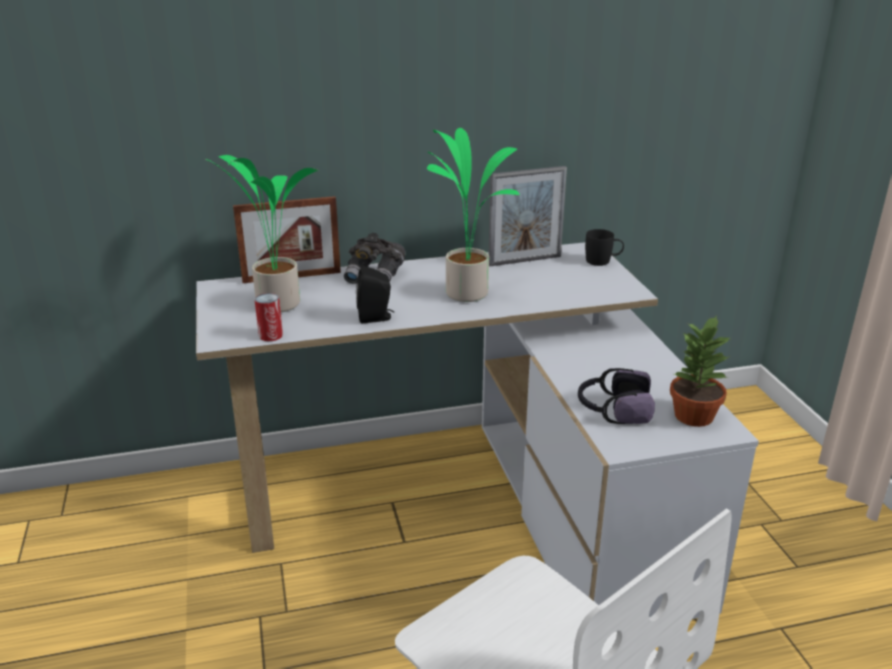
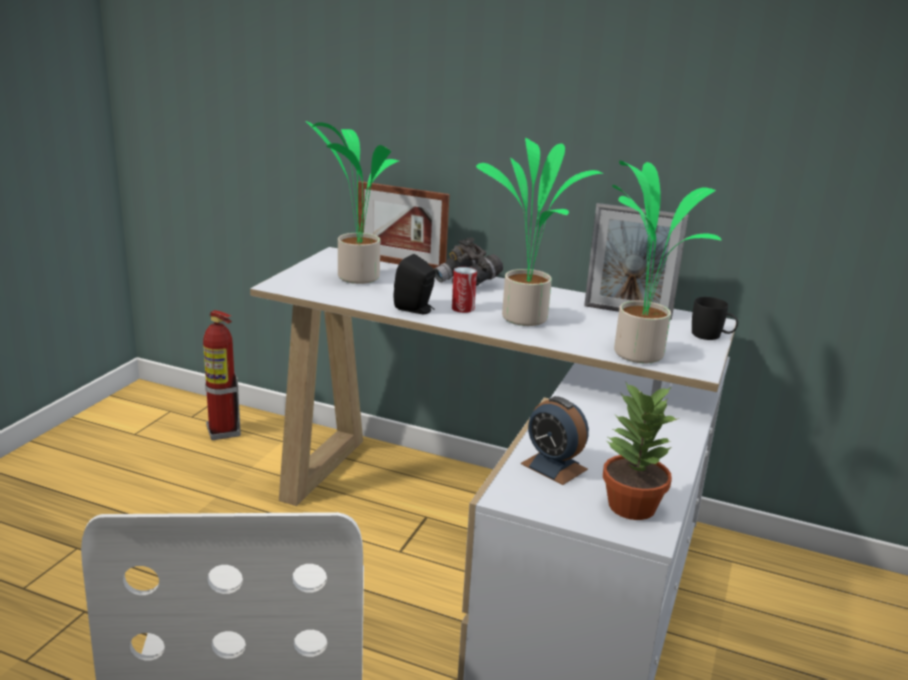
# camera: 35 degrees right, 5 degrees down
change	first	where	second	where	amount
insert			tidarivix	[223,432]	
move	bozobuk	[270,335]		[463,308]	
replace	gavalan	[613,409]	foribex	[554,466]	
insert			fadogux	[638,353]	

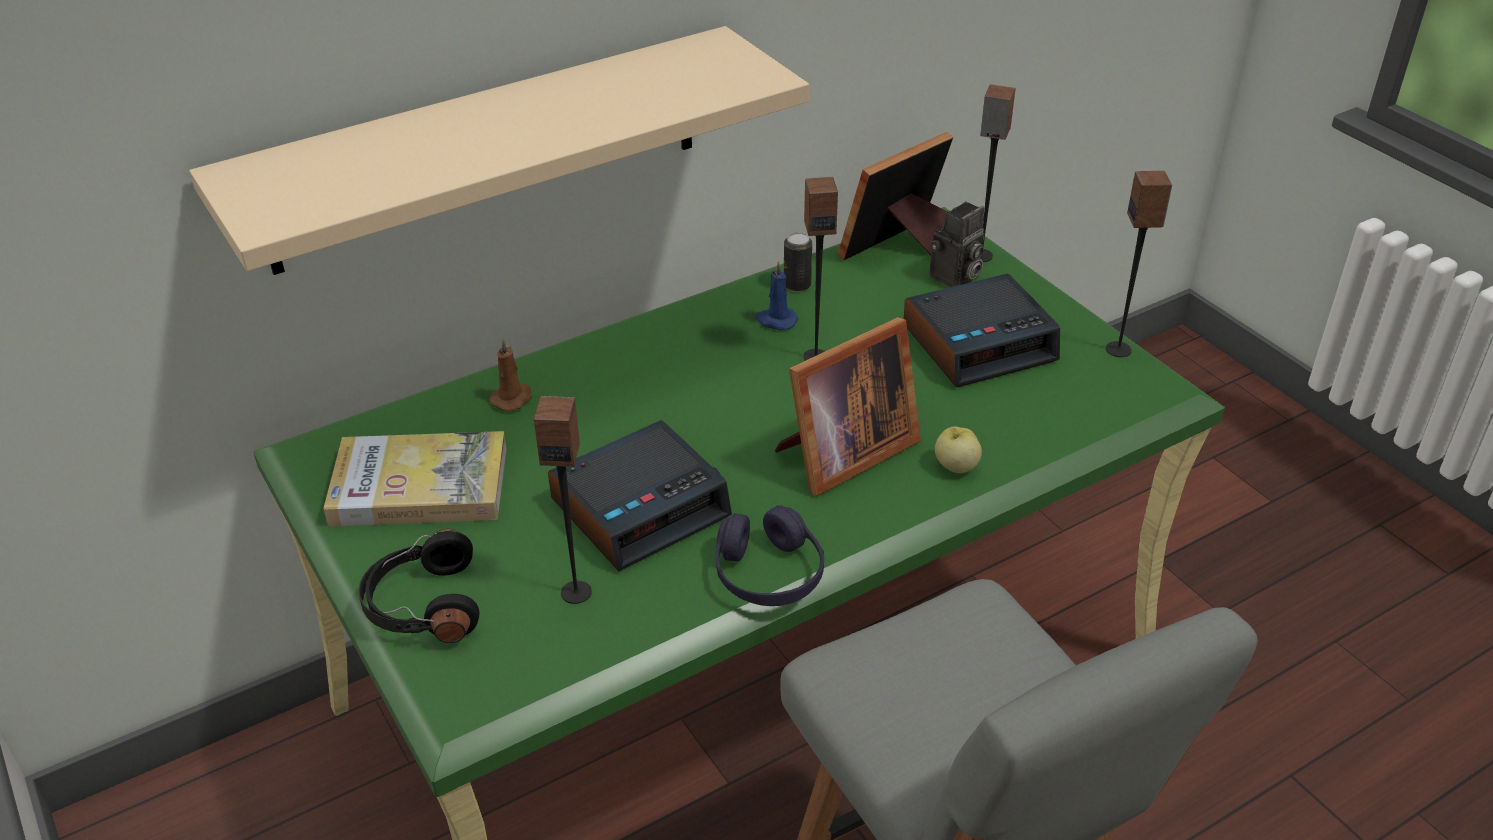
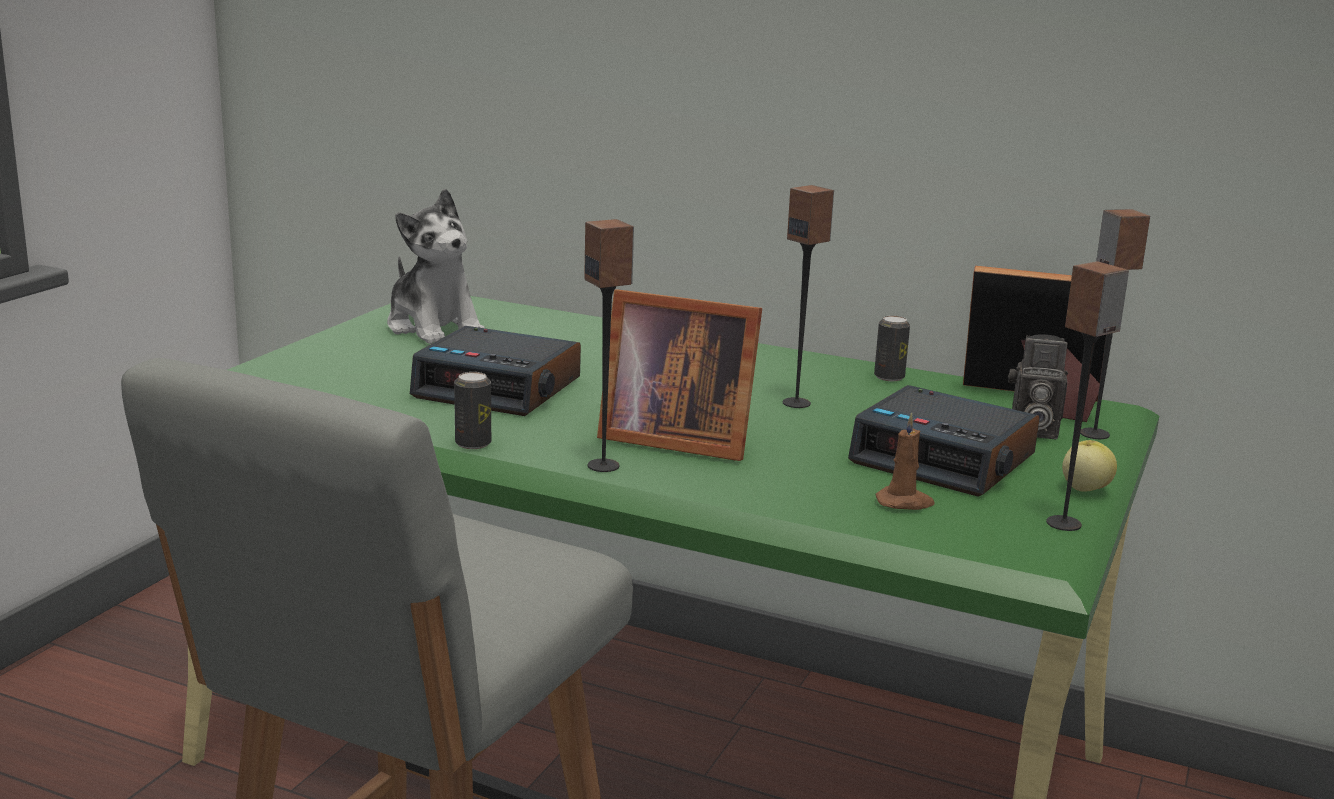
# camera: 55 degrees right, 20 degrees down
change	first	where	second	where	amount
replace	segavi	[419,486]	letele	[434,327]	
replace	purple_gavalan	[768,574]	bozobuk	[473,443]	
move	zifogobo	[576,592]		[604,466]	
move	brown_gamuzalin	[513,398]		[905,502]	
move	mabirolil	[955,466]		[1084,489]	
delete	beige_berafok	[487,150]			
delete	black_gavalan	[422,606]			
delete	blue_gamuzalin	[775,320]			

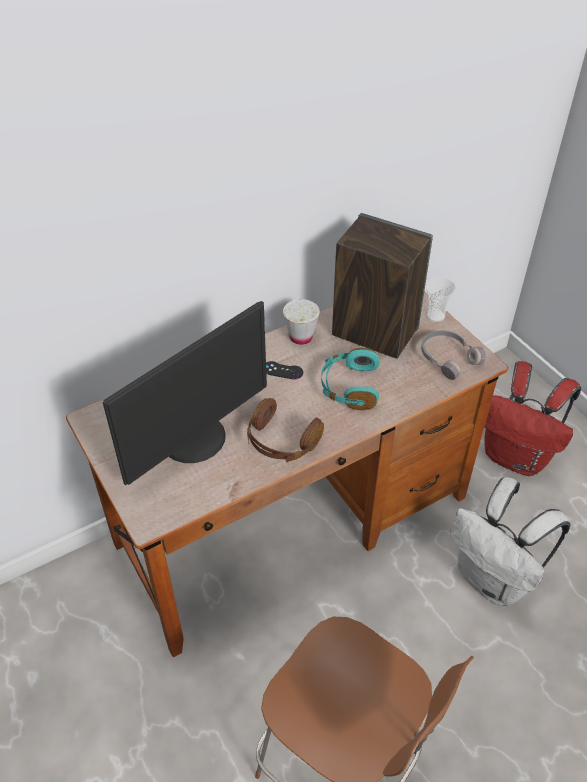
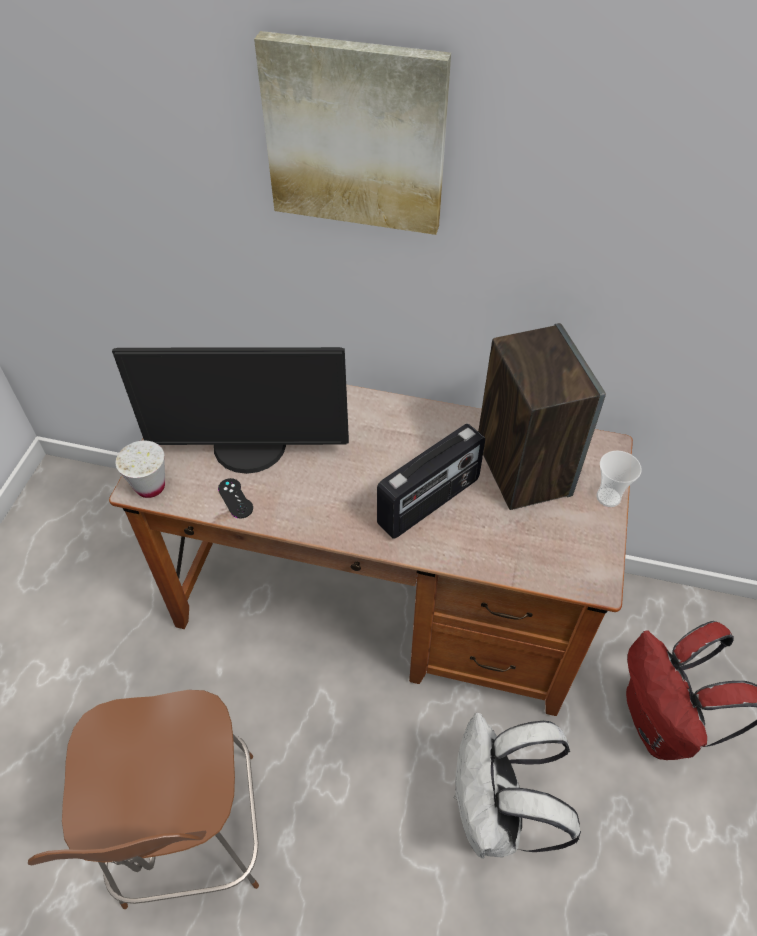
# camera: 45 degrees right, 5 degrees up
change	first	where	second	where	amount
move	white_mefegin	[301,337]		[150,486]	
move	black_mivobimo	[282,370]		[235,498]	
insert			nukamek	[356,135]	
replace	turquoise_gavalan	[349,387]	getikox	[430,502]	
delete	brown_gavalan	[281,442]			
delete	grey_gavalan	[448,358]			

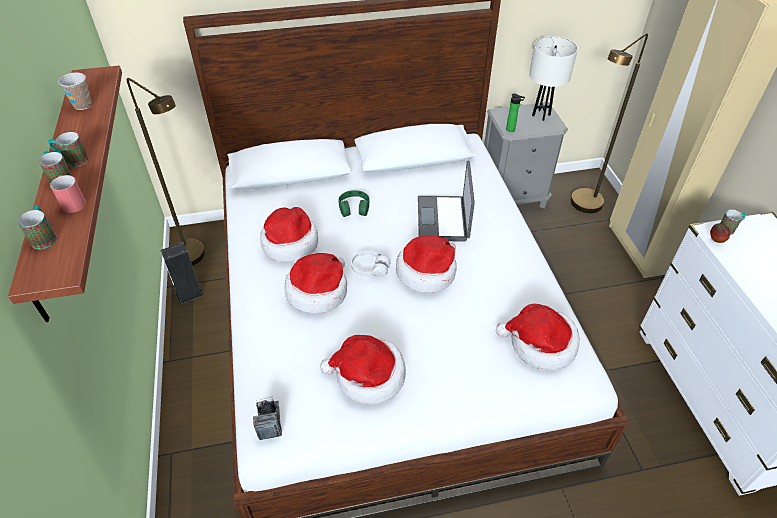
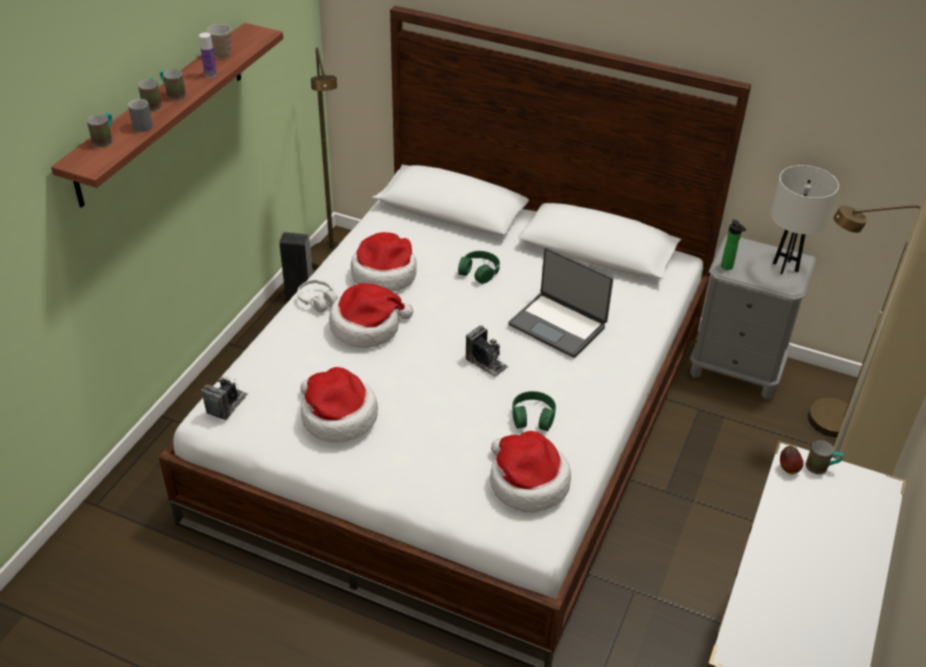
# camera: 35 degrees right, 5 degrees down
change	first	where	second	where	amount
recolor	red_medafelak	[72,202]	grey_medafelak	[144,123]	
insert			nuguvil	[210,74]	
move	white_gavalan	[370,269]		[318,301]	
replace	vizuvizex	[427,271]	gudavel	[486,362]	
rotate	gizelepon	[444,219]		[558,325]	90 degrees counterclockwise
insert			green_gavalan	[533,416]	

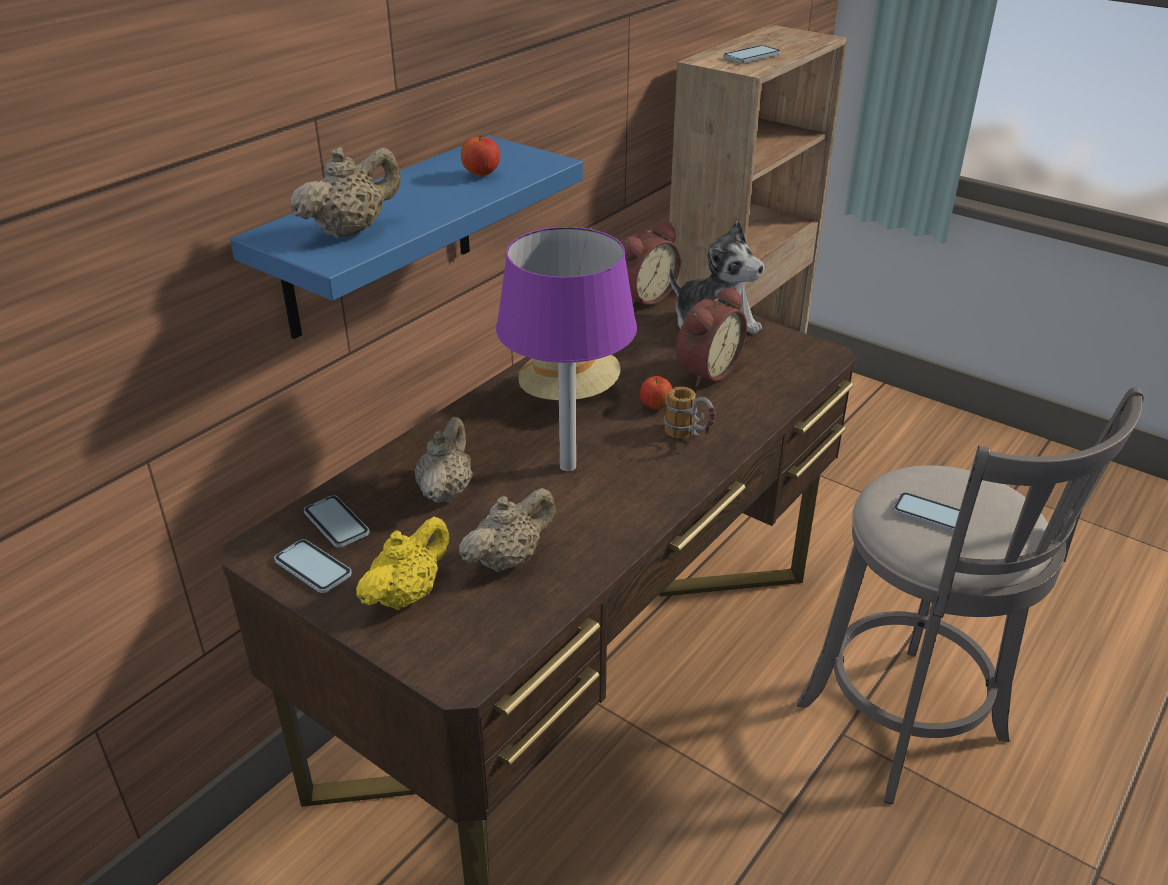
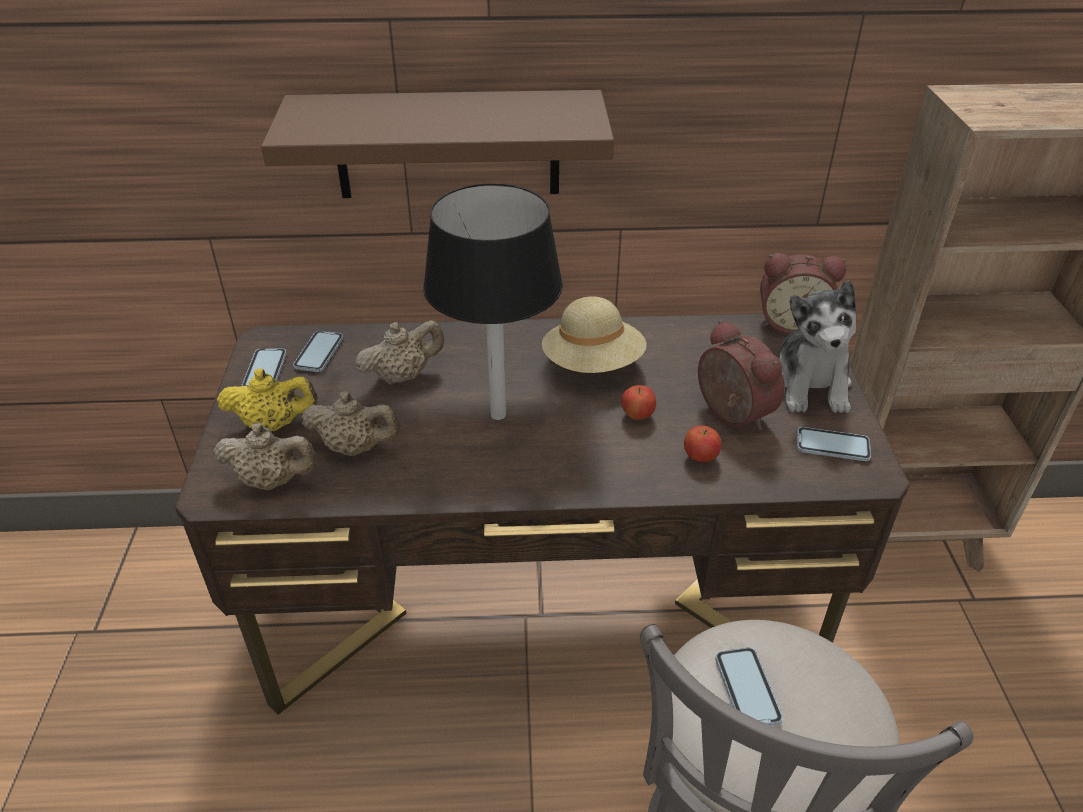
# camera: 50 degrees right, 5 degrees up
change	first	where	second	where	amount
move	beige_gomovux	[351,230]		[273,481]	
recolor	blue_berafok	[379,237]	brown_berafok	[447,145]	
recolor	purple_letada	[568,466]	black_letada	[498,415]	
move	mabirolil	[481,174]		[700,457]	
rotate	foribex	[704,371]		[729,414]	120 degrees counterclockwise
move	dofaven	[751,56]		[832,446]	
delete	medafelak	[689,436]			

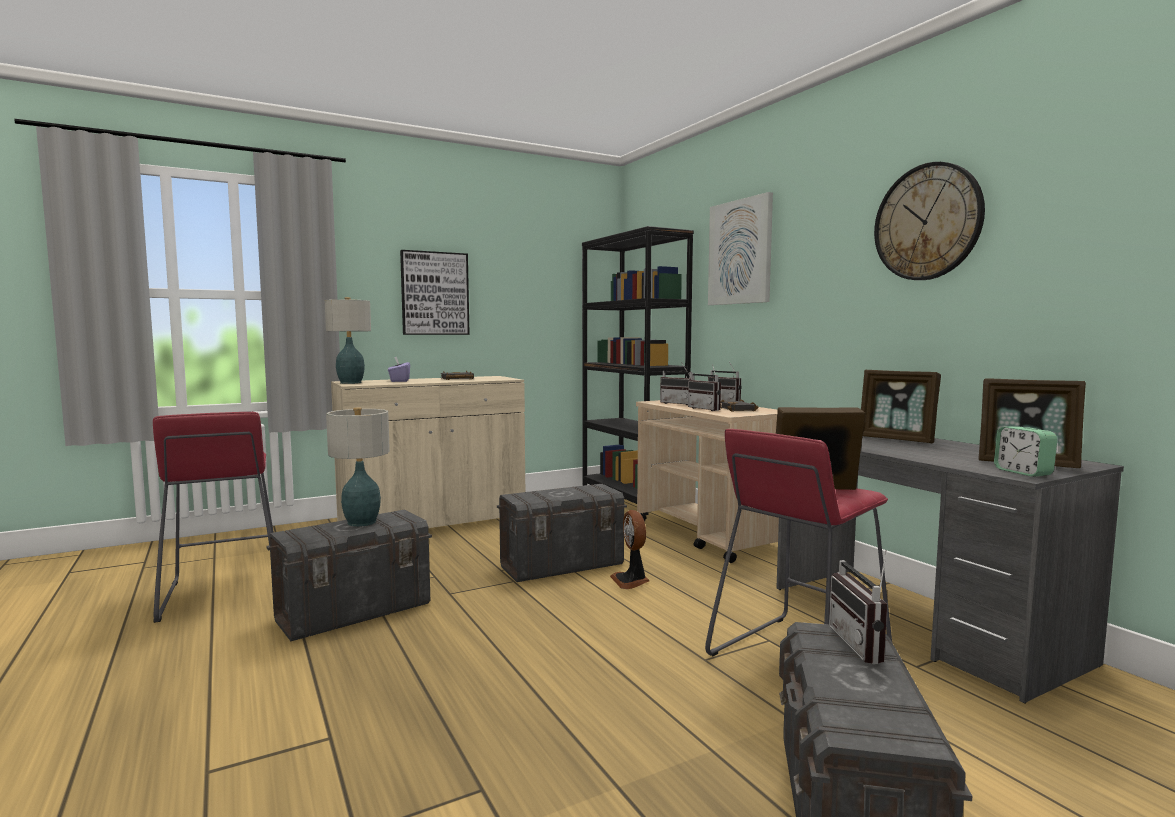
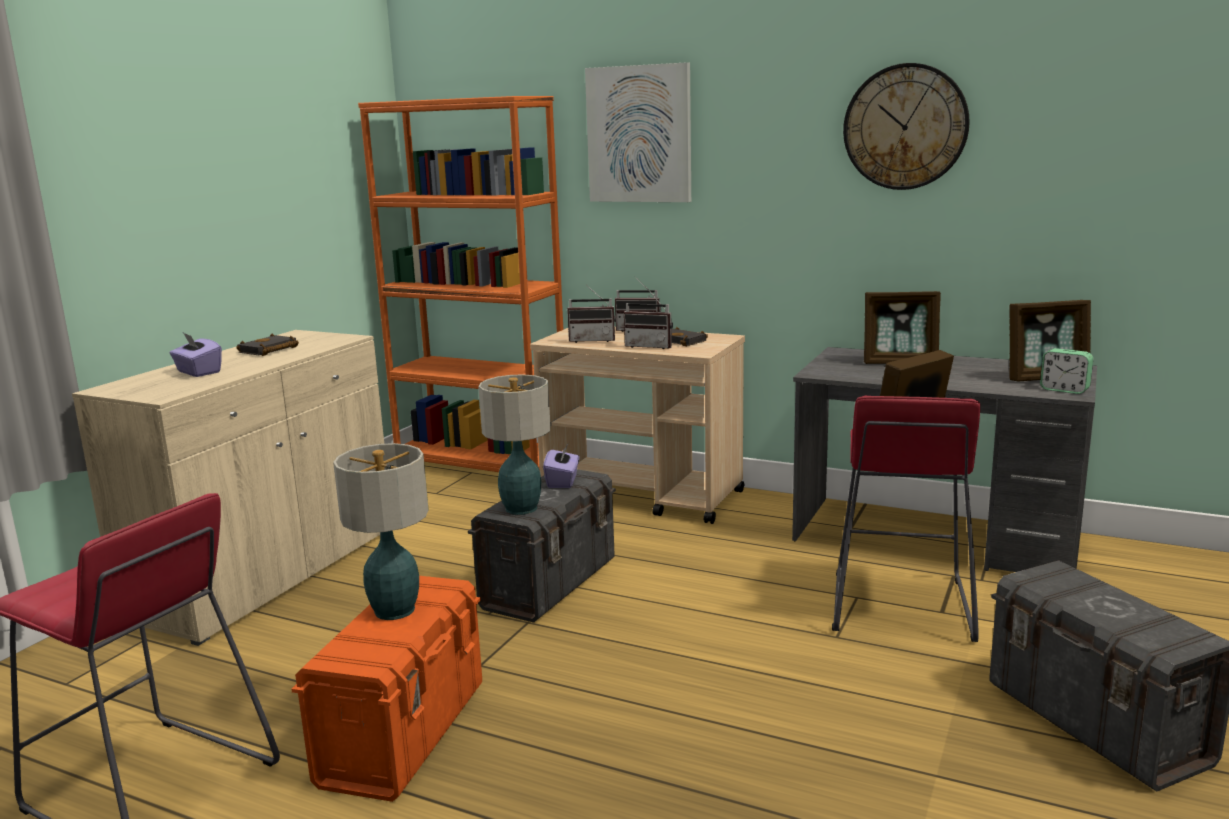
# camera: 35 degrees left, 10 degrees up
change	first	where	second	where	amount
recolor	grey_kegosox	[355,612]	orange_kegosox	[404,733]	
recolor	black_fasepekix	[632,498]	orange_fasepekix	[483,466]	
move	letada	[351,383]		[521,508]	
insert			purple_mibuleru	[562,481]	
delete	nukamek	[435,293]			
delete	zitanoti	[631,581]			
delete	getikox	[865,645]			

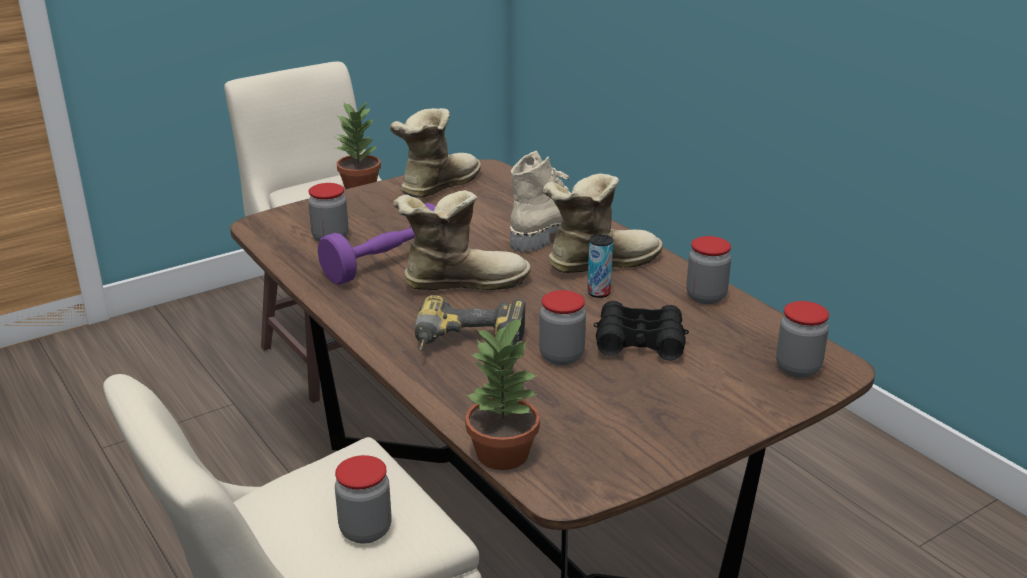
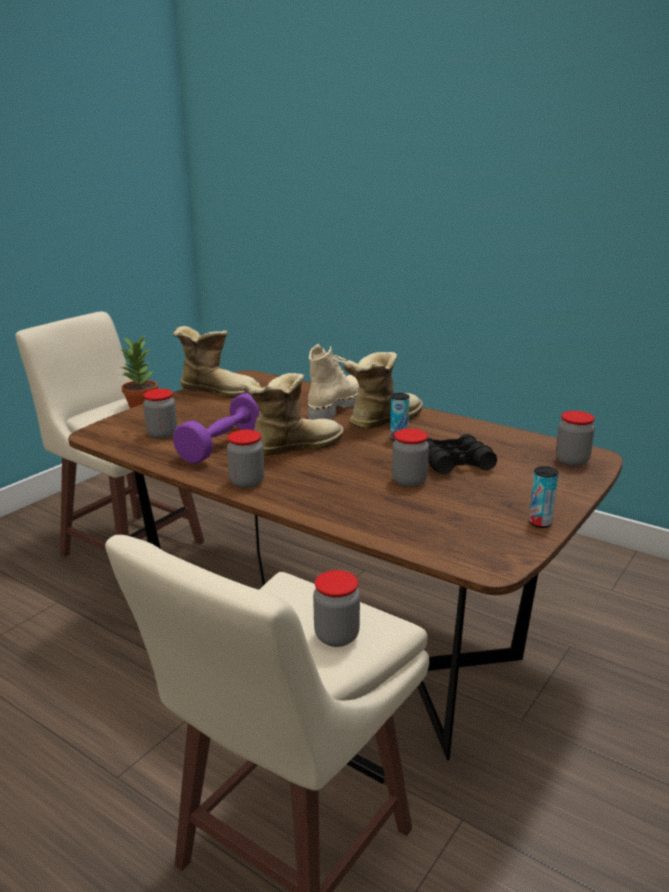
# camera: 20 degrees left, 5 degrees down
change	first	where	second	where	amount
rotate	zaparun	[436,186]		[218,391]	90 degrees clockwise
move	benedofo	[706,297]		[247,482]	
insert			bozobuk	[540,523]	
delete	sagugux	[467,347]			
delete	fadogux	[504,454]			

